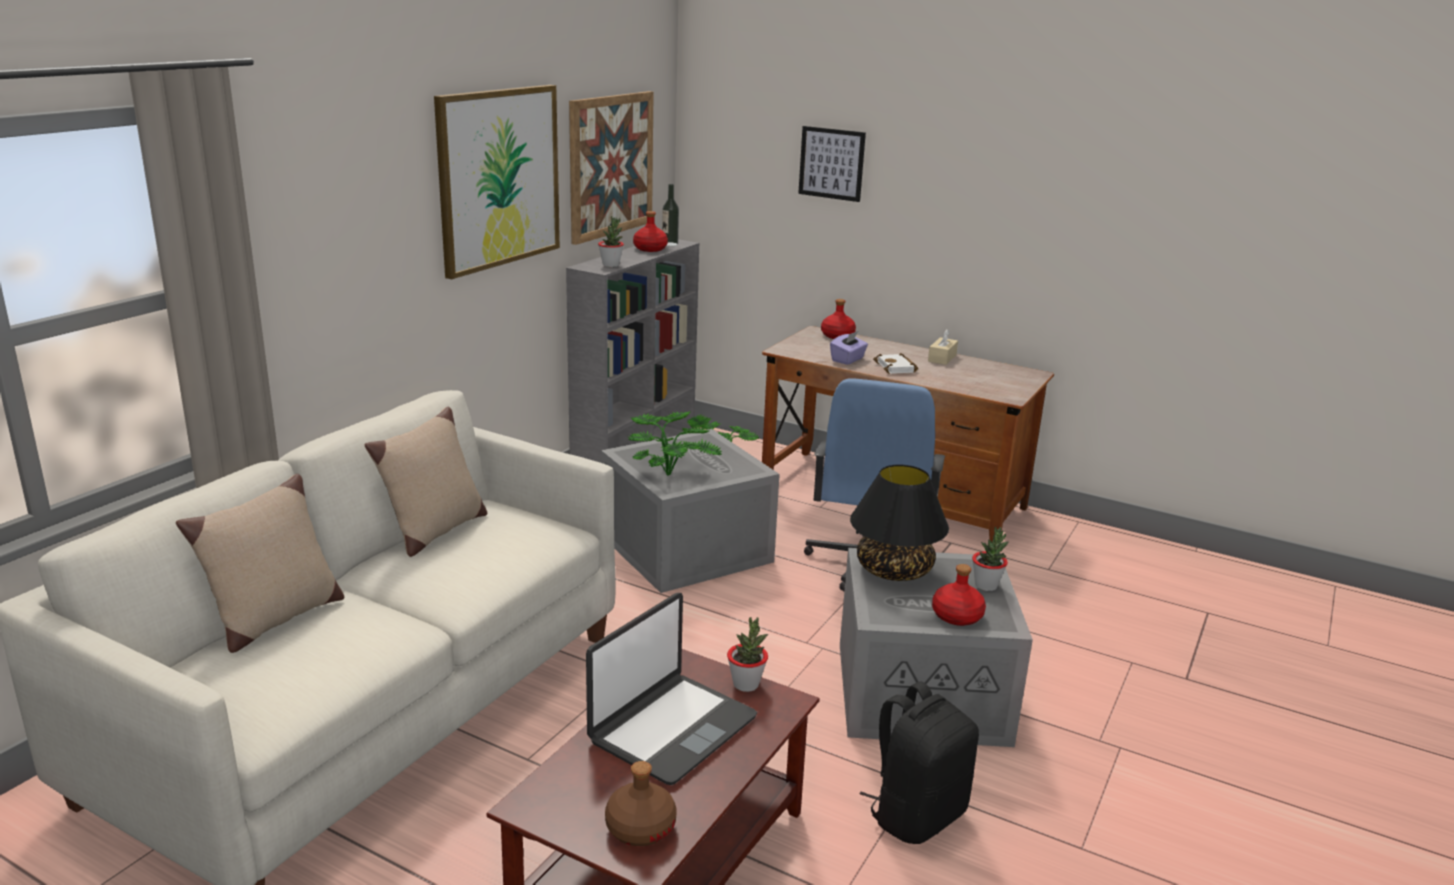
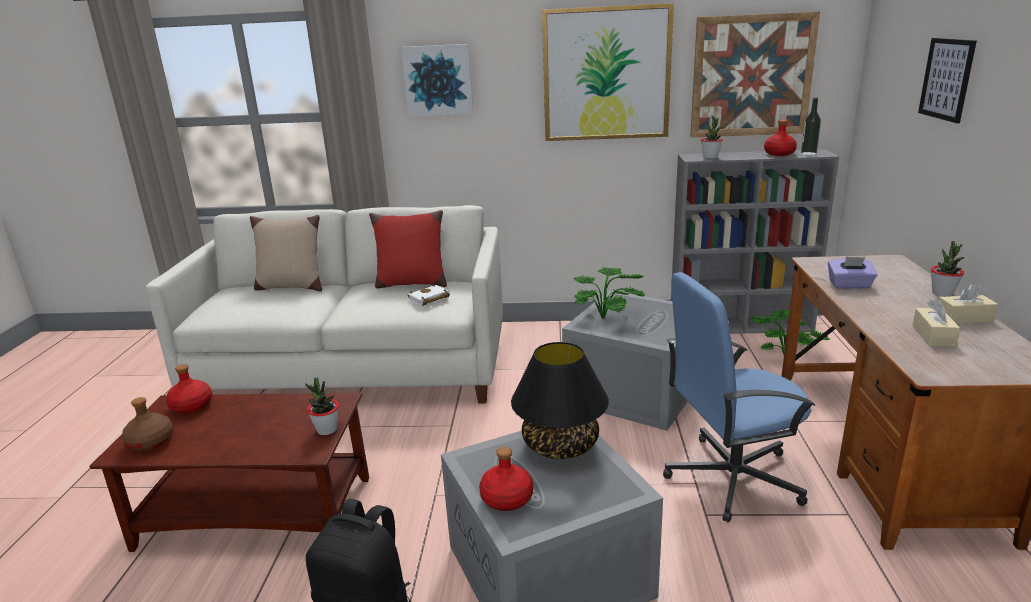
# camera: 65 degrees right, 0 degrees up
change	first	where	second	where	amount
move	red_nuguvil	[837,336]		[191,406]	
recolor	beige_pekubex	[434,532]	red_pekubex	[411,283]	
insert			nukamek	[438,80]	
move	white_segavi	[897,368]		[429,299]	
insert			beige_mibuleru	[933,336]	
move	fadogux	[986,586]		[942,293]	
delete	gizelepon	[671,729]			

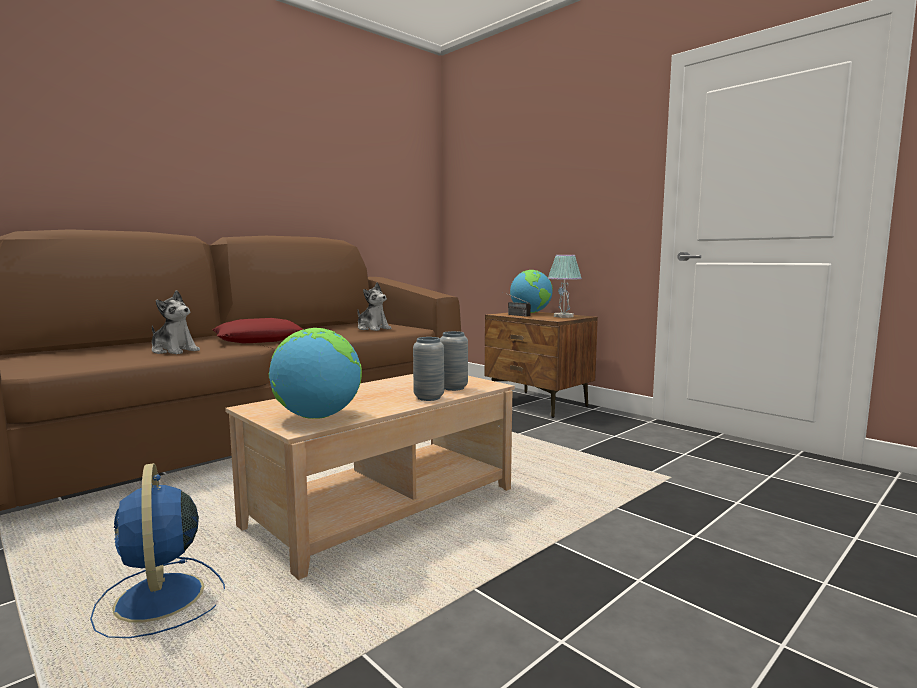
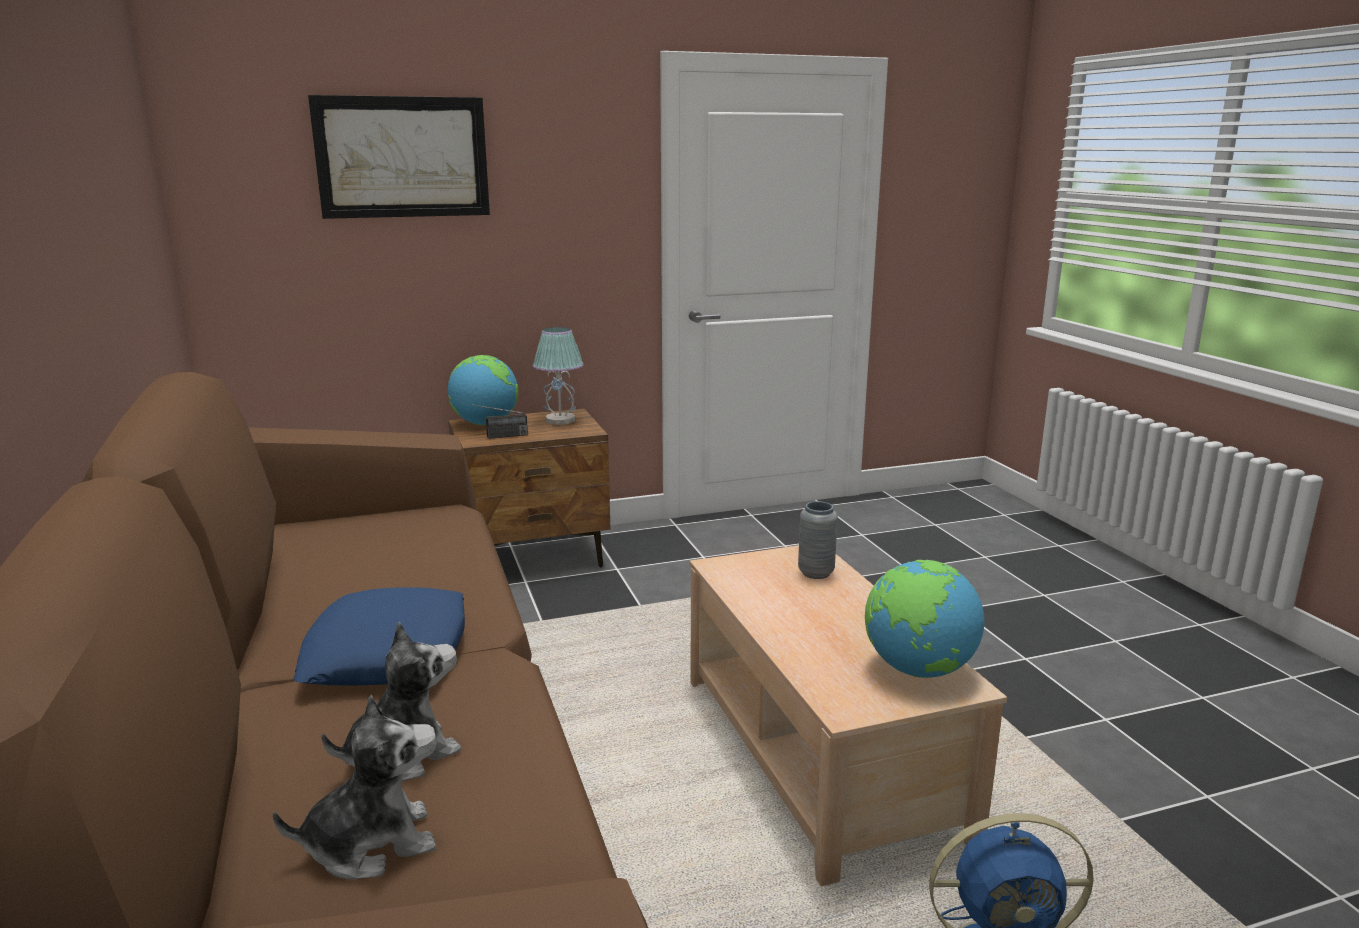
# camera: 65 degrees left, 10 degrees up
change	first	where	second	where	amount
move	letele	[373,328]		[372,844]	
recolor	red_pekubex	[259,339]	blue_pekubex	[387,651]	
insert			nukamek	[402,157]	
delete	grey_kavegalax	[428,398]			

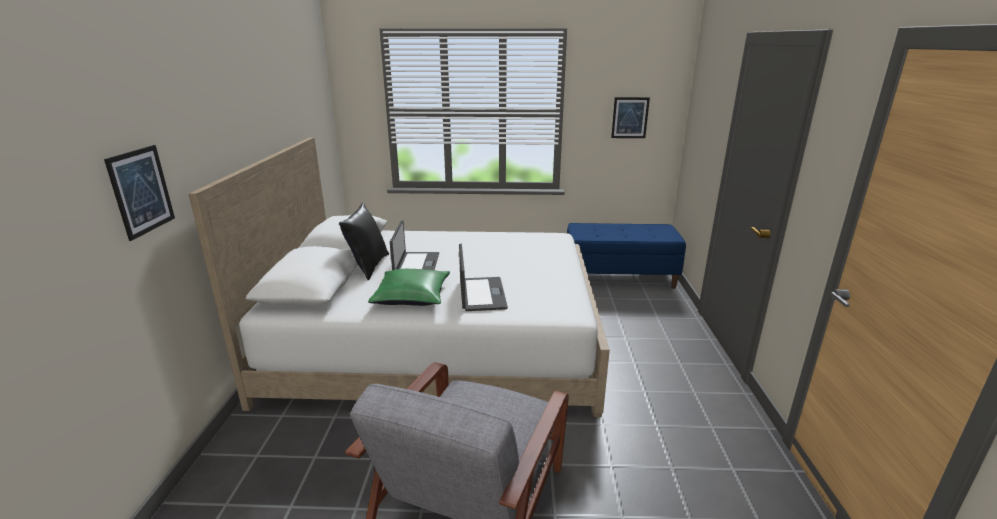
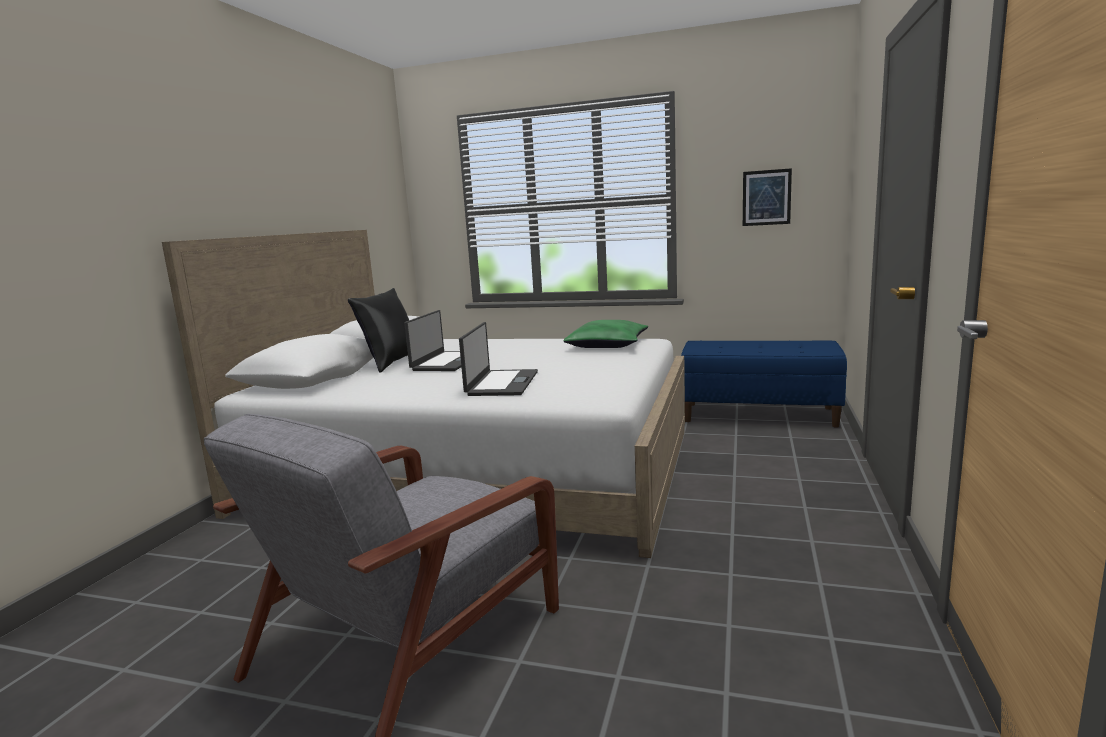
# camera: 15 degrees right, 10 degrees down
change	first	where	second	where	amount
move	green_pekubex	[412,296]		[607,345]	
delete	nukamek	[141,191]			

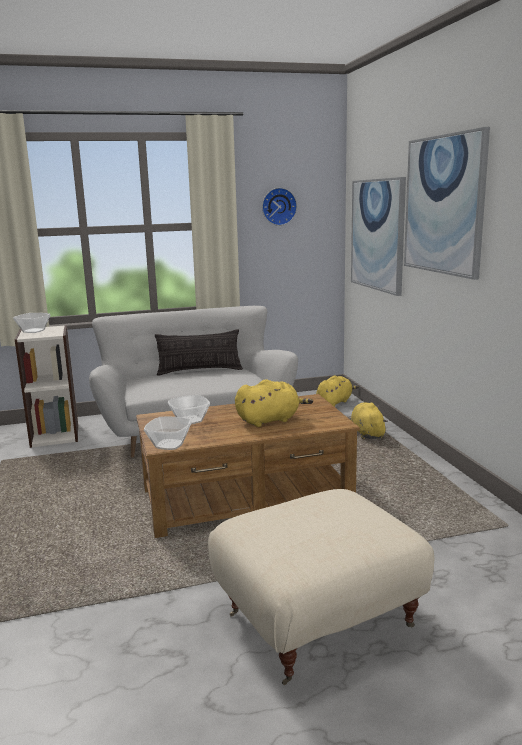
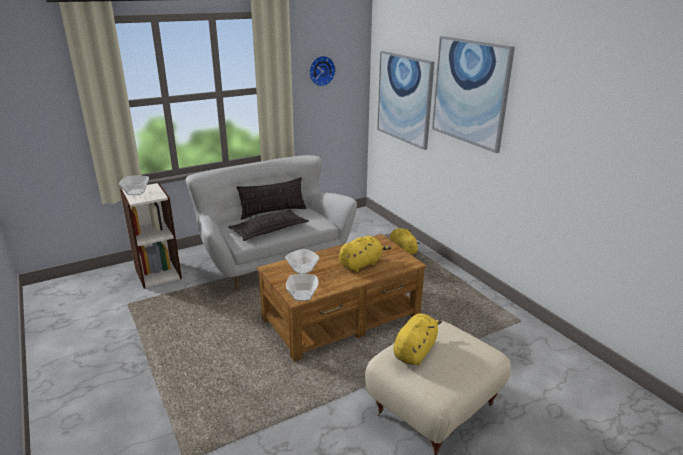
# camera: 15 degrees left, 10 degrees up
change	first	where	second	where	amount
insert			pekubex	[269,230]	
move	yellow_letele	[335,402]		[415,351]	

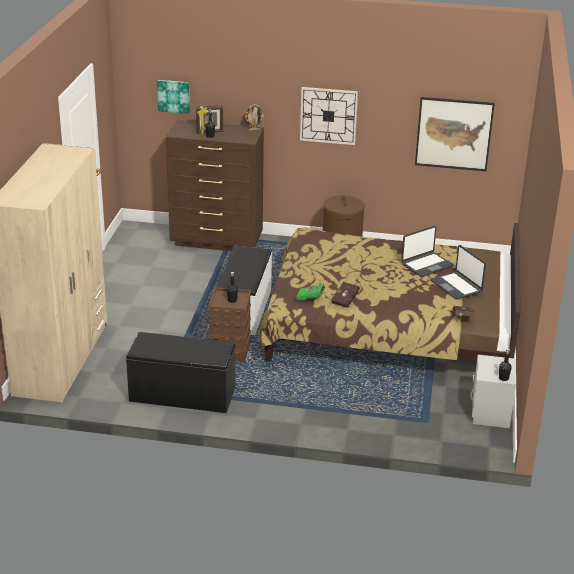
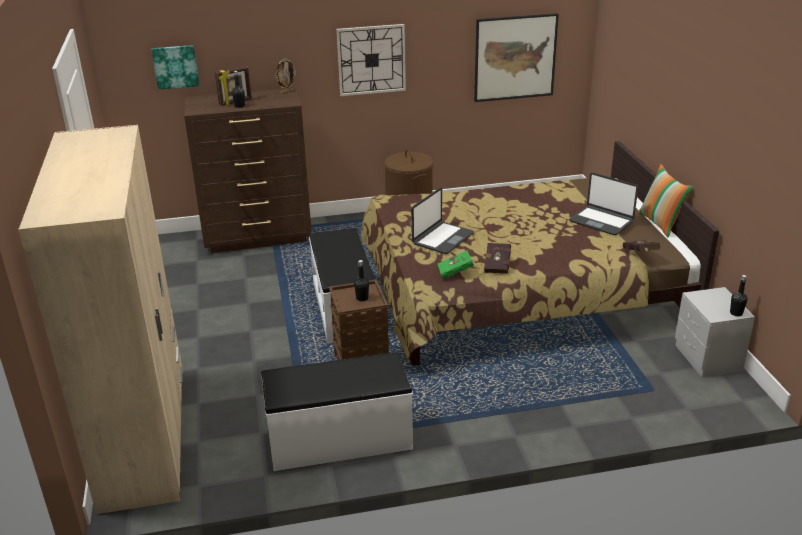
# camera: 20 degrees left, 0 degrees up
change	first	where	second	where	amount
recolor	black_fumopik	[182,395]	white_fumopik	[339,440]	
move	gizelepon	[426,265]		[442,238]	
insert			pekubex	[660,223]	

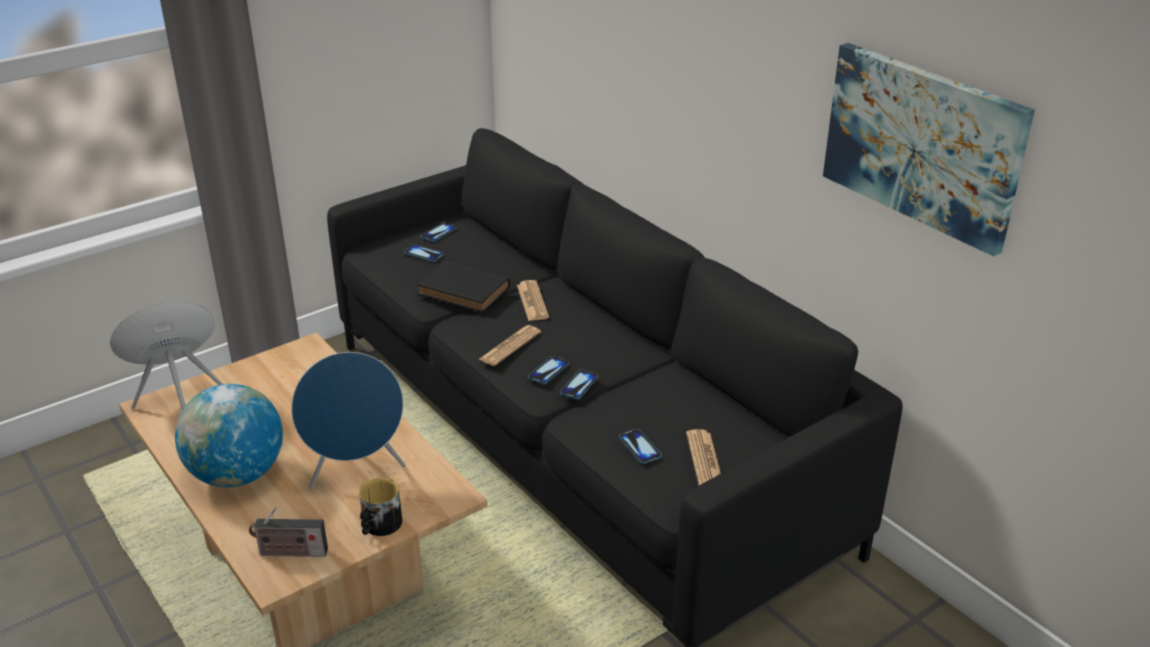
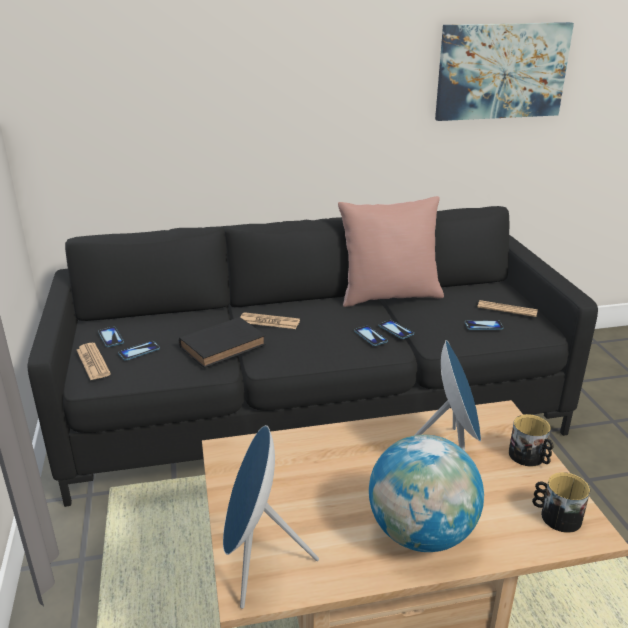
# camera: 65 degrees left, 5 degrees down
change	first	where	second	where	amount
move	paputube	[510,346]		[93,362]	
insert			pink_pekubex	[389,296]	
replace	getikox	[290,553]	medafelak	[556,516]	

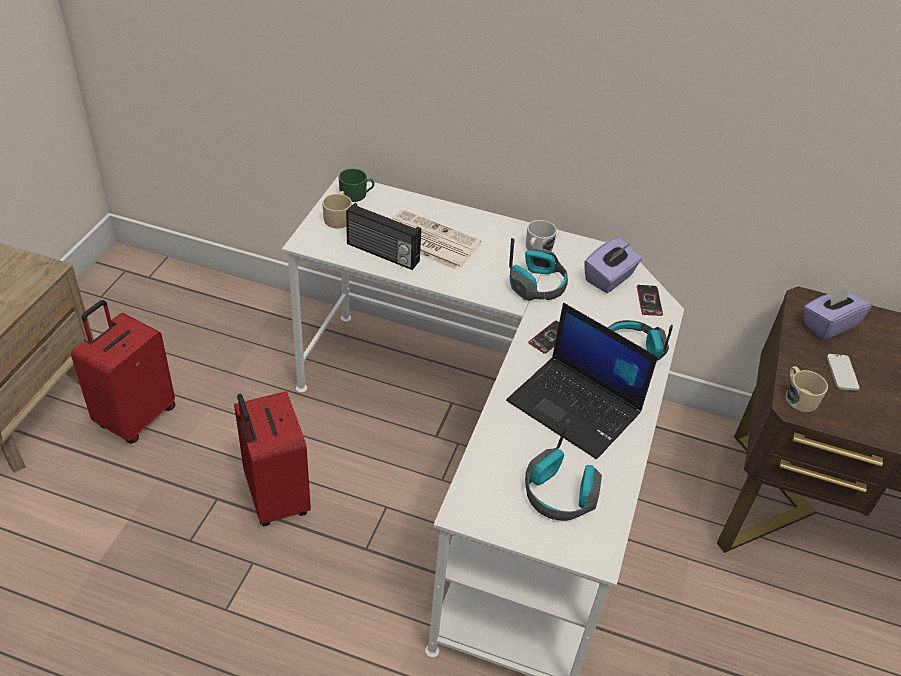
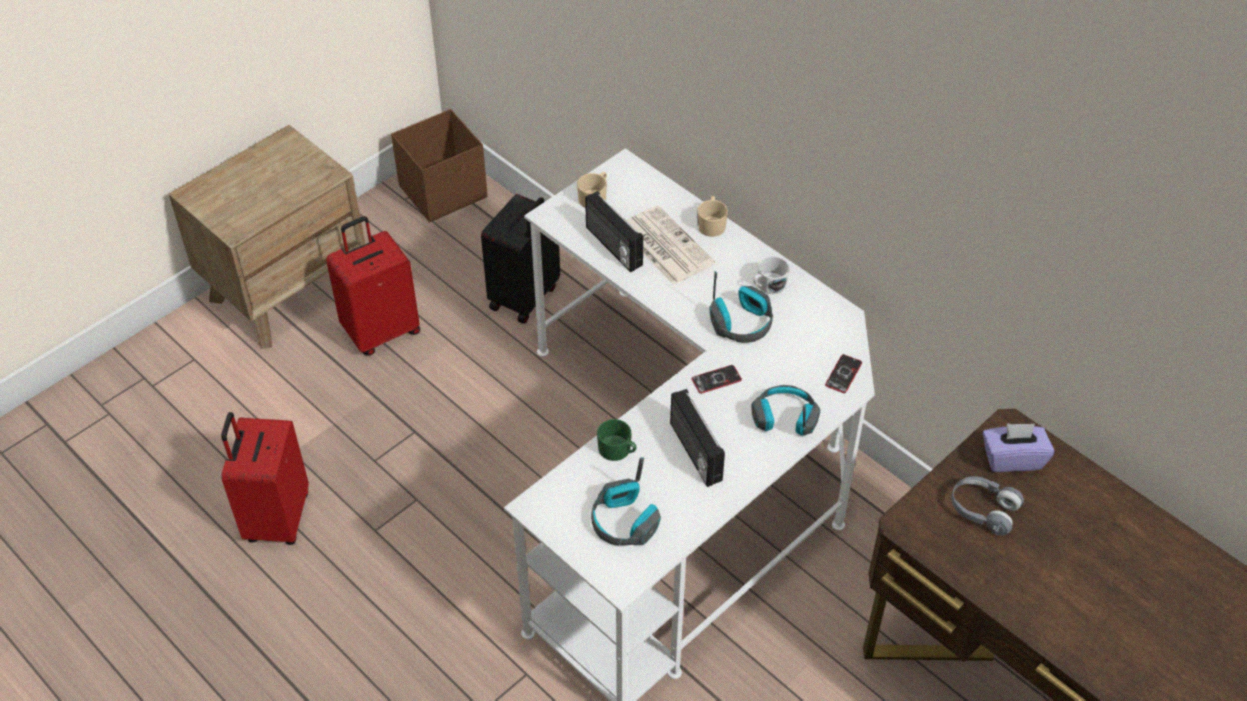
# camera: 30 degrees right, 5 degrees up
change	first	where	second	where	amount
move	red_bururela	[274,498]		[276,518]	
insert			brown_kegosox	[444,192]	
insert			black_bururela	[525,298]	
move	green_medafelak	[356,195]		[618,450]	
replace	gizelepon	[576,407]	getikox	[694,452]	
move	beige_medafelak	[798,397]		[711,224]	
replace	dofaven	[842,373]	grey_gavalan	[983,510]	
delete	purple_mibuleru	[609,278]			

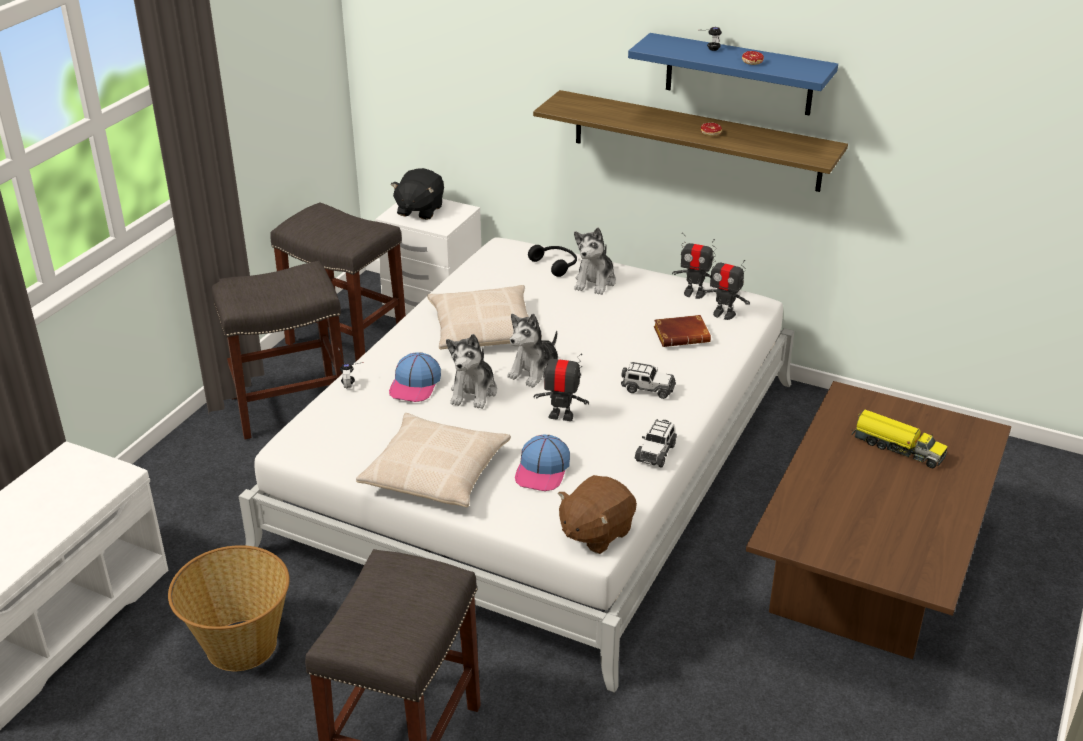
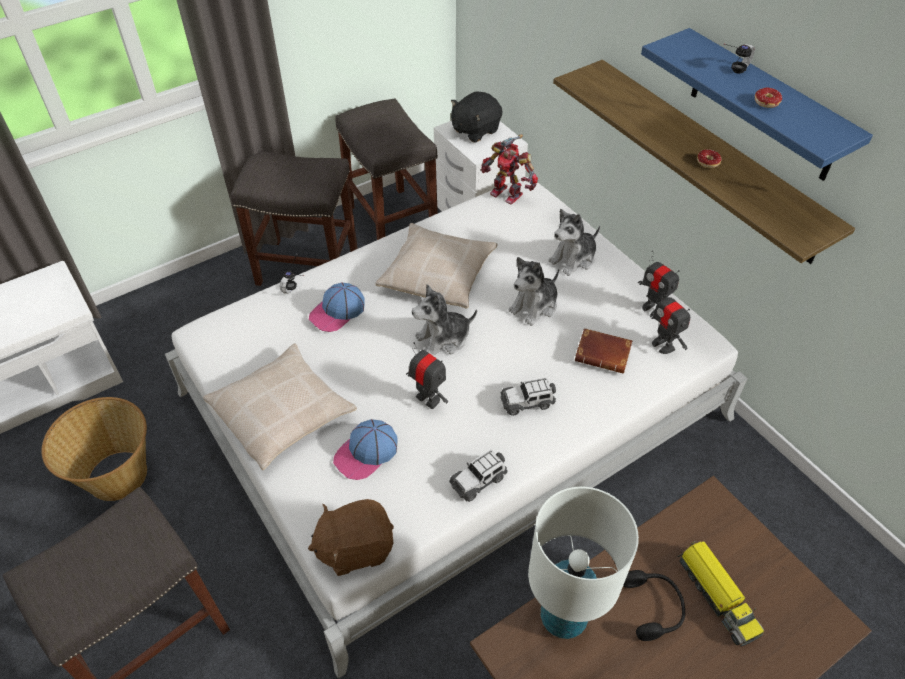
# camera: 30 degrees right, 15 degrees up
change	first	where	second	where	amount
insert			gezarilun	[507,193]	
rotate	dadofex	[647,388]		[527,402]	120 degrees clockwise
move	letele	[474,392]		[534,306]	
insert			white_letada	[563,617]	
move	black_gavalan	[555,265]		[653,607]	

